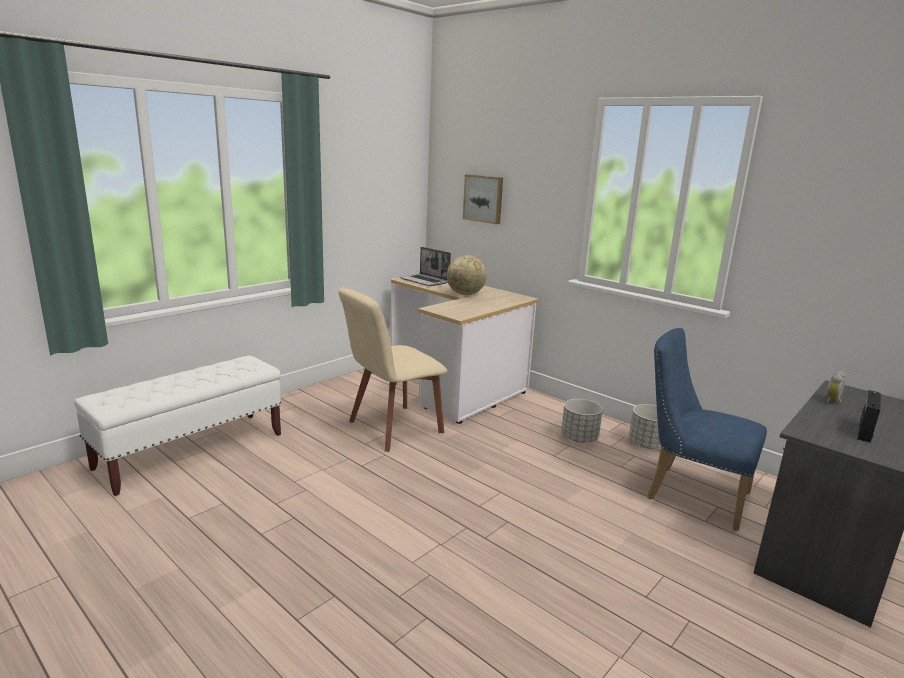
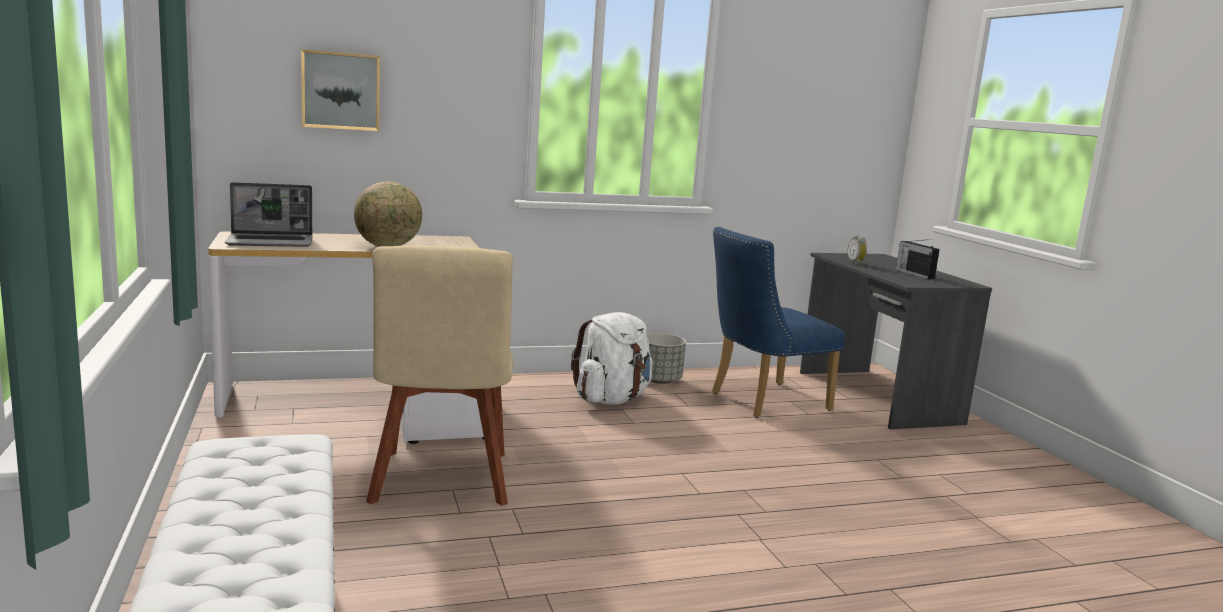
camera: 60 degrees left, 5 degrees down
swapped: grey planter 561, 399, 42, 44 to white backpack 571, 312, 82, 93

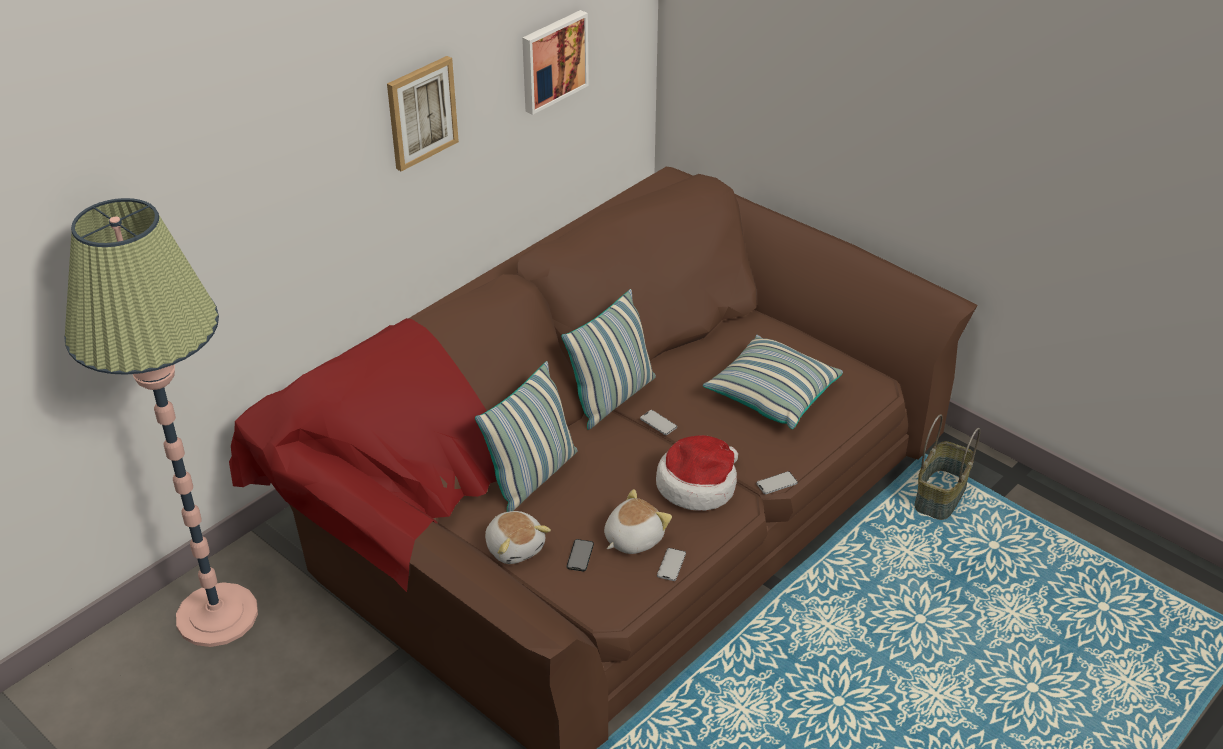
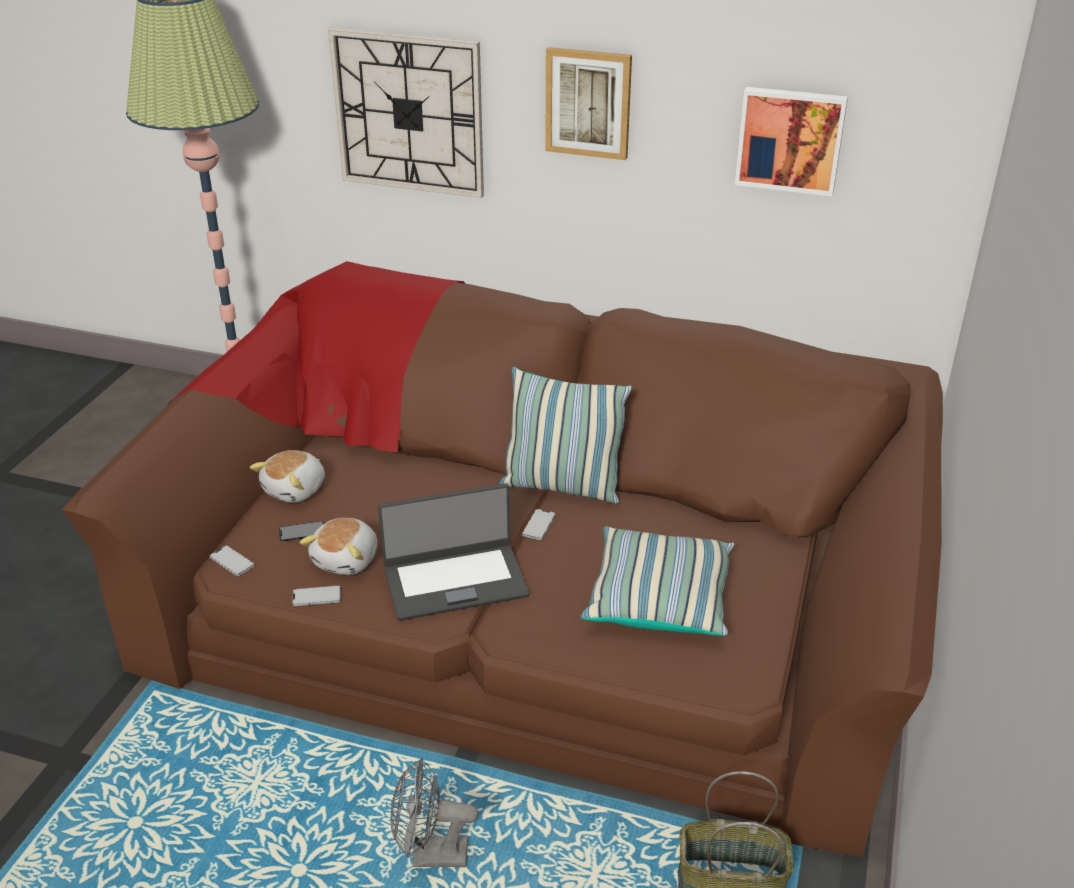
camera: 65 degrees right, 5 degrees down
gone: pillow 475, 361, 103, 151
new: wall clock 328, 28, 156, 170; grey fan 390, 758, 89, 109
shifted: phone 756, 471, 42, 23 to 210, 546, 45, 30
swapped: hat 656, 435, 82, 76 to laptop 378, 483, 151, 138
rotated: plush toy 604, 489, 68, 65 = 300, 518, 77, 57 90 degrees clockwise

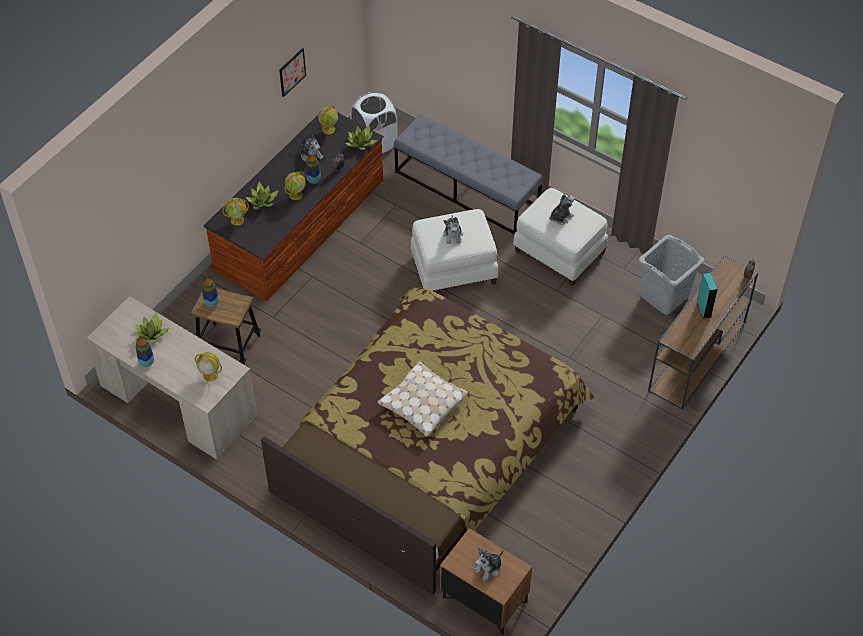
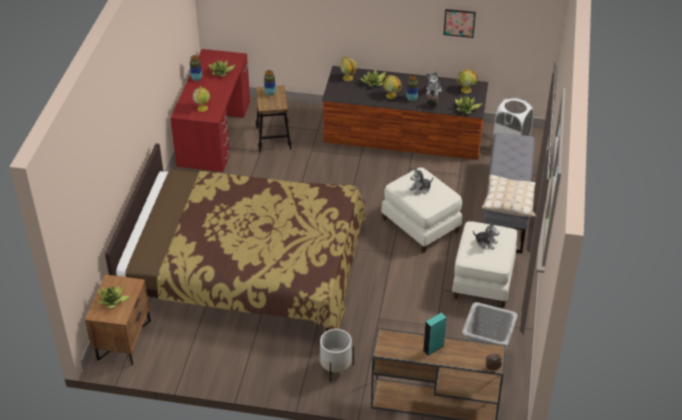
camera: 65 degrees right, 10 degrees down
new: white planter 320, 329, 34, 53
shifted: beige pillow 378, 361, 90, 76 to 482, 175, 54, 42
swapped: plush toy 474, 547, 29, 34 to potted plant 97, 286, 33, 23
repainted: beige desk 86, 296, 172, 164 to red desk 170, 49, 80, 123

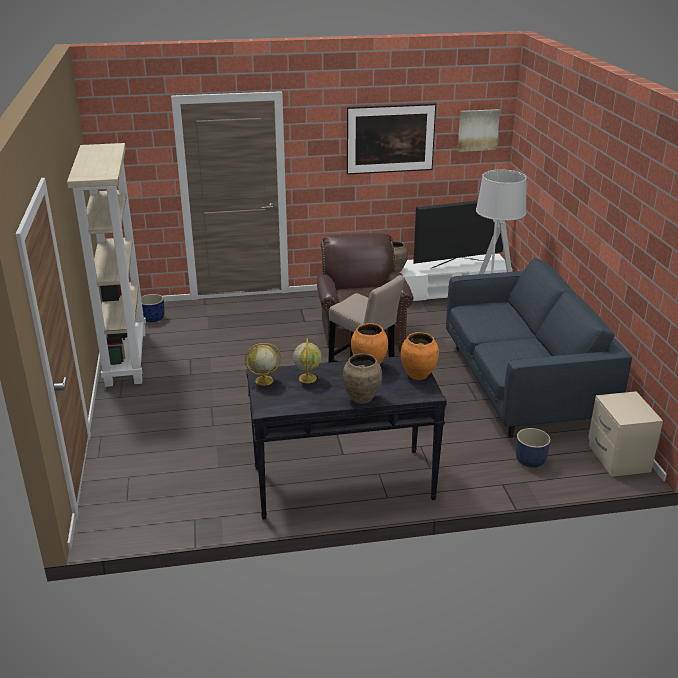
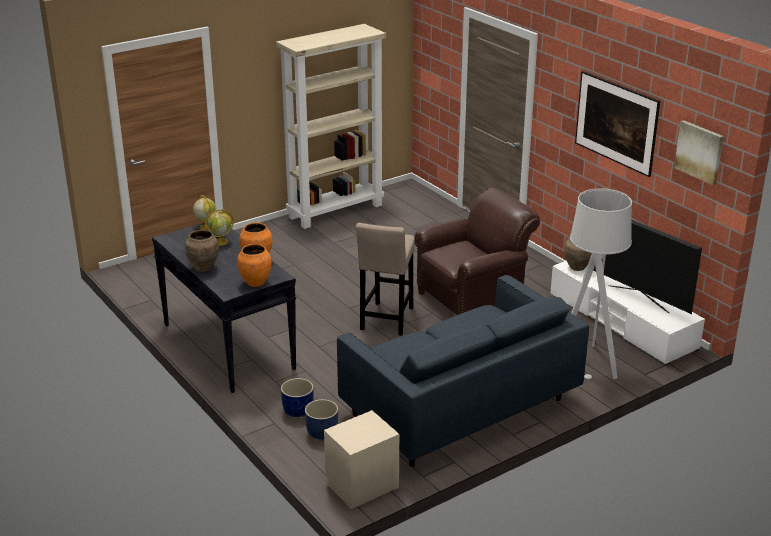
camera: 65 degrees right, 0 degrees up
shifted: blue planter 141, 294, 23, 28 to 281, 378, 33, 39

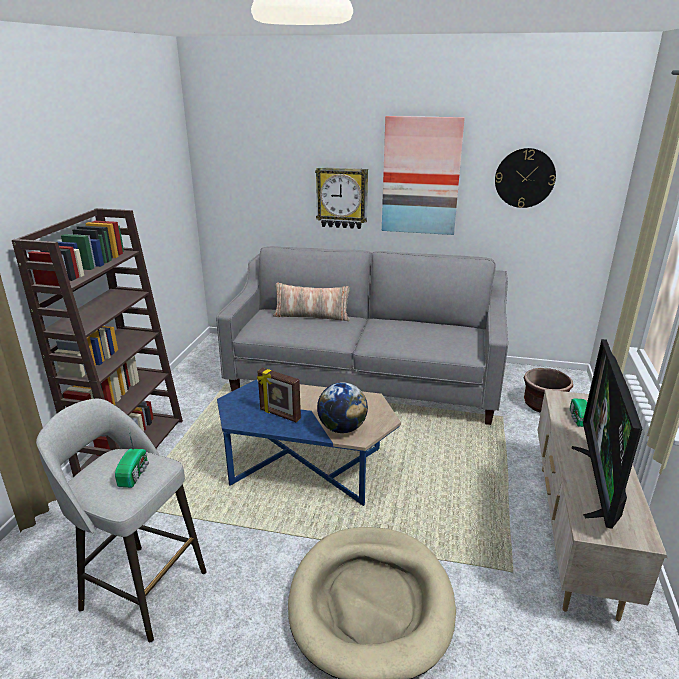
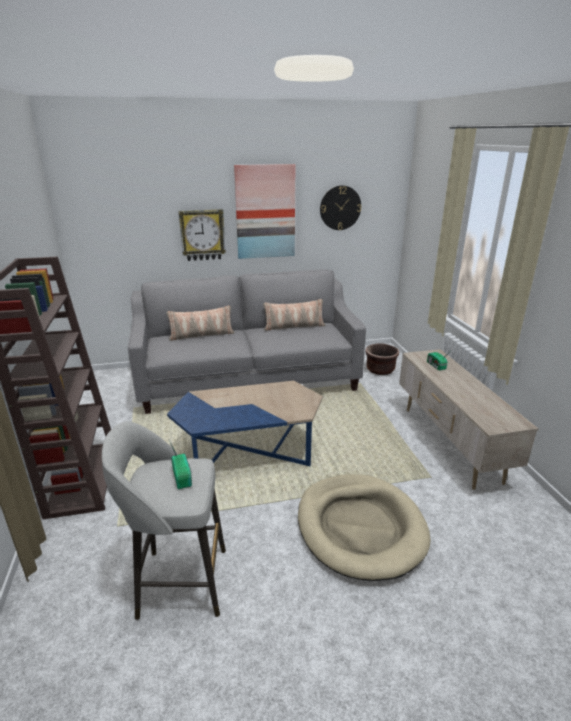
camera: 25 degrees left, 0 degrees up
gone: picture frame 257, 368, 44, 54; globe 317, 382, 51, 51; television 572, 339, 70, 190
new: pillow 263, 299, 62, 32

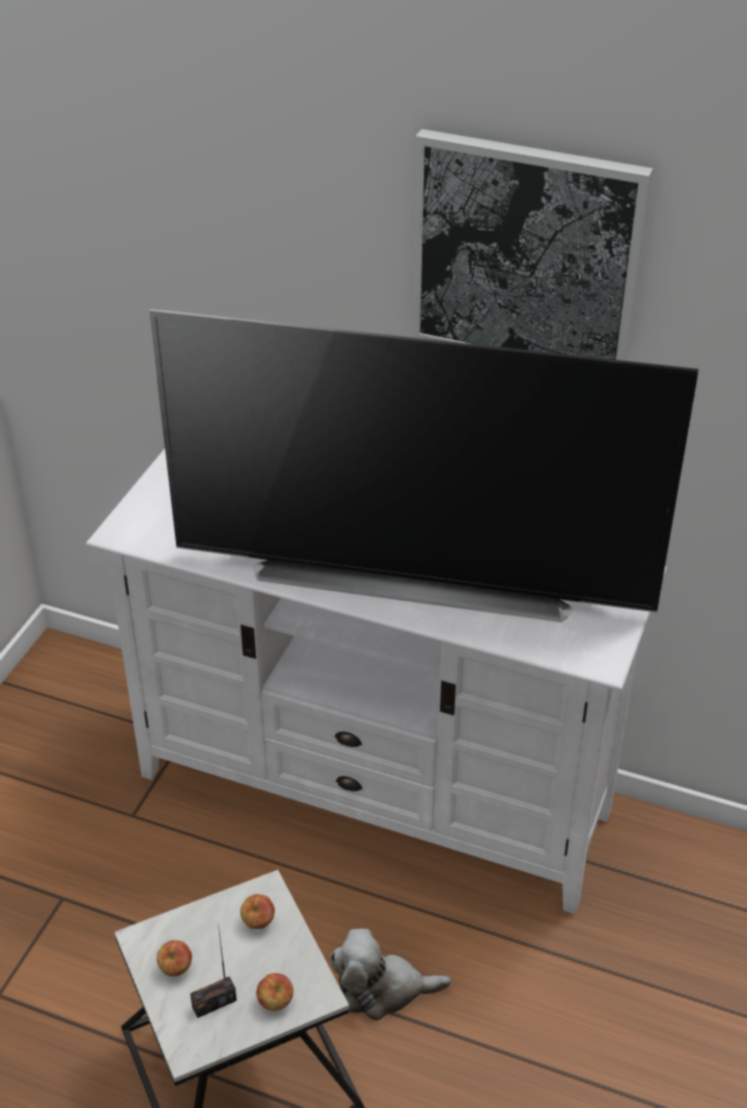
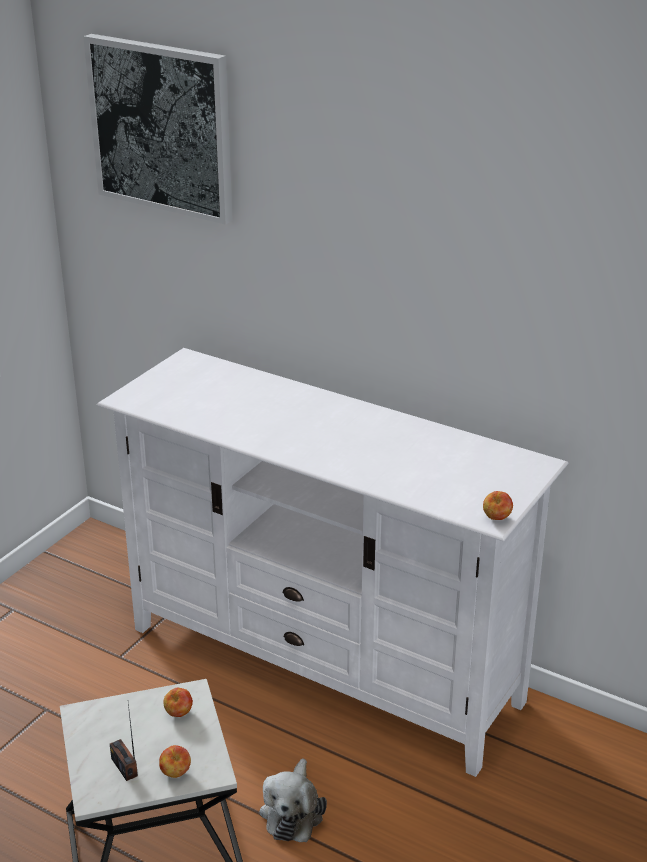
camera: 10 degrees right, 10 degrees down
gone: television 149, 309, 550, 313
shifted: apple 157, 940, 35, 36 to 483, 491, 30, 29; picture 412, 129, 241, 232 to 83, 34, 150, 191
rotated: radio 190, 925, 47, 93 = 110, 704, 28, 77 75 degrees clockwise; plush toy 330, 929, 121, 92 = 260, 758, 67, 84 90 degrees counterclockwise

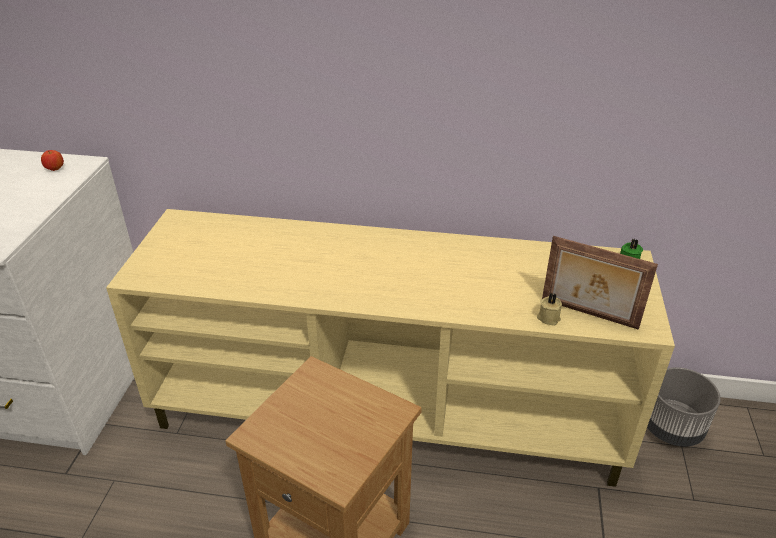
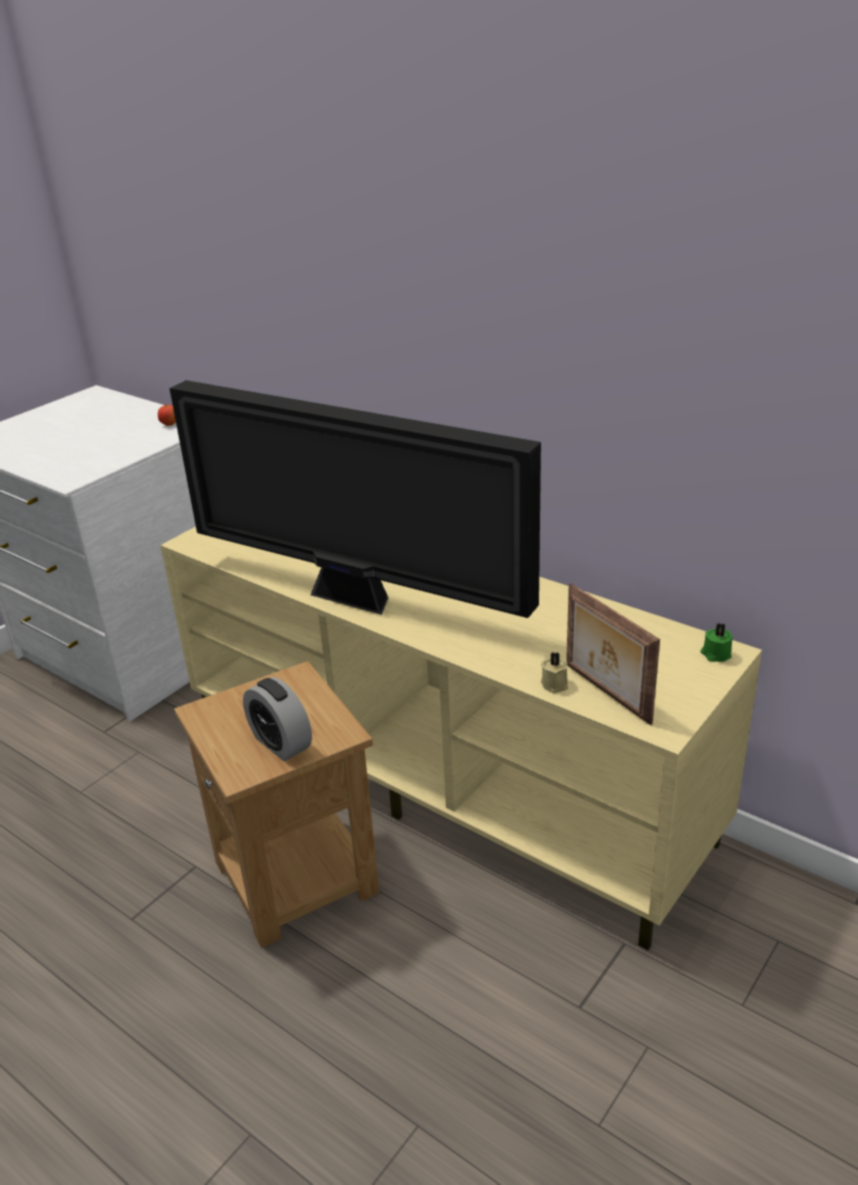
camera: 30 degrees right, 5 degrees down
gone: grey planter 647, 367, 74, 80
new: television 169, 380, 372, 238; alarm clock 243, 677, 69, 84

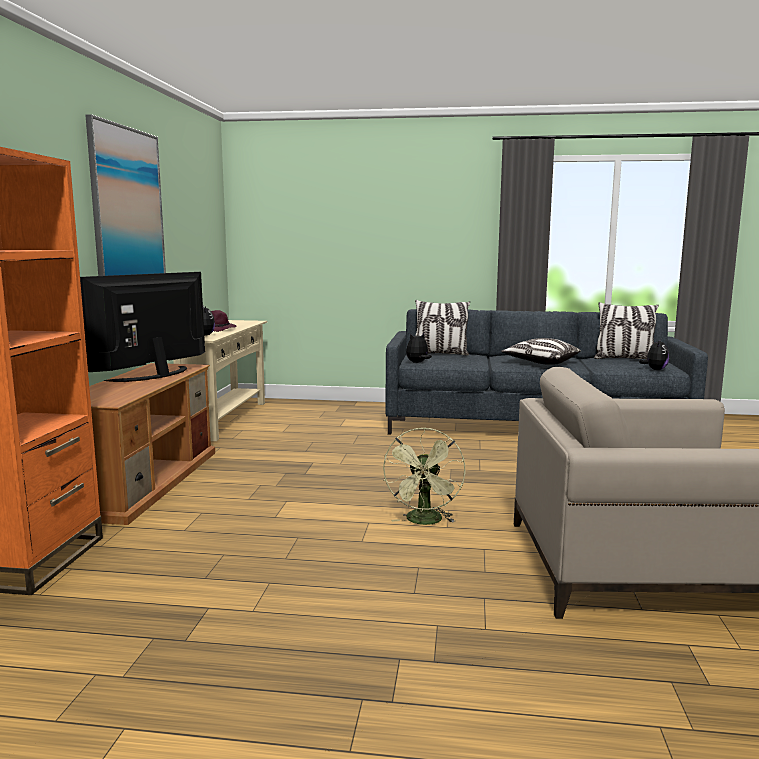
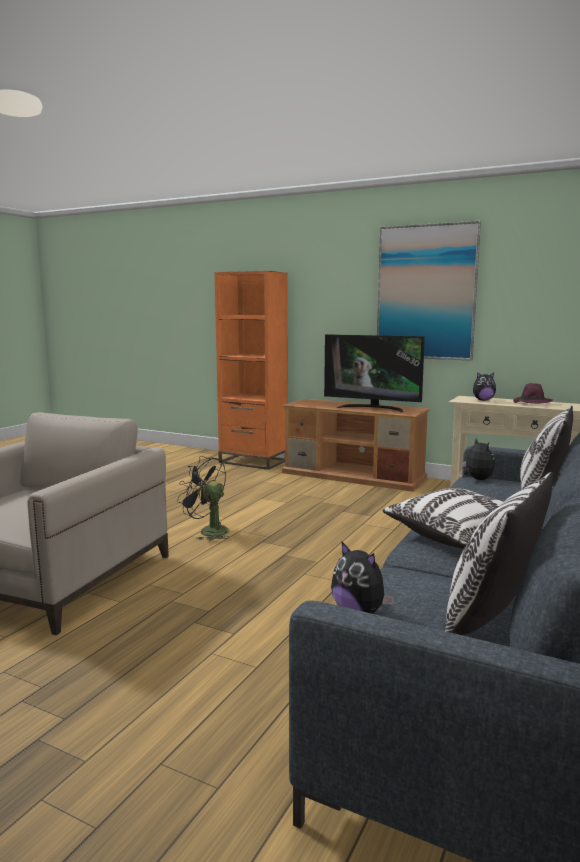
camera: 110 degrees right, 0 degrees up
repainted: green fan 383, 427, 82, 98 to black fan 177, 456, 53, 85
rotated: television 80, 272, 125, 110 = 324, 334, 101, 78 150 degrees clockwise

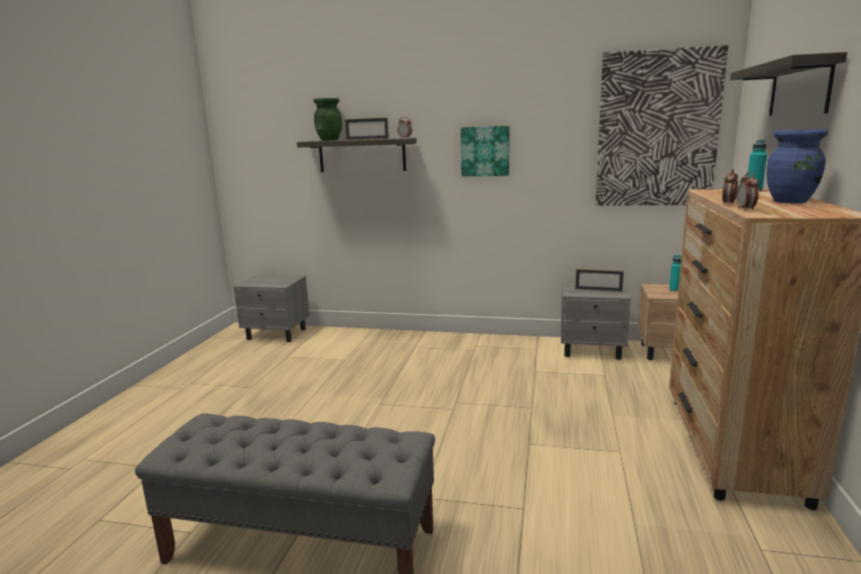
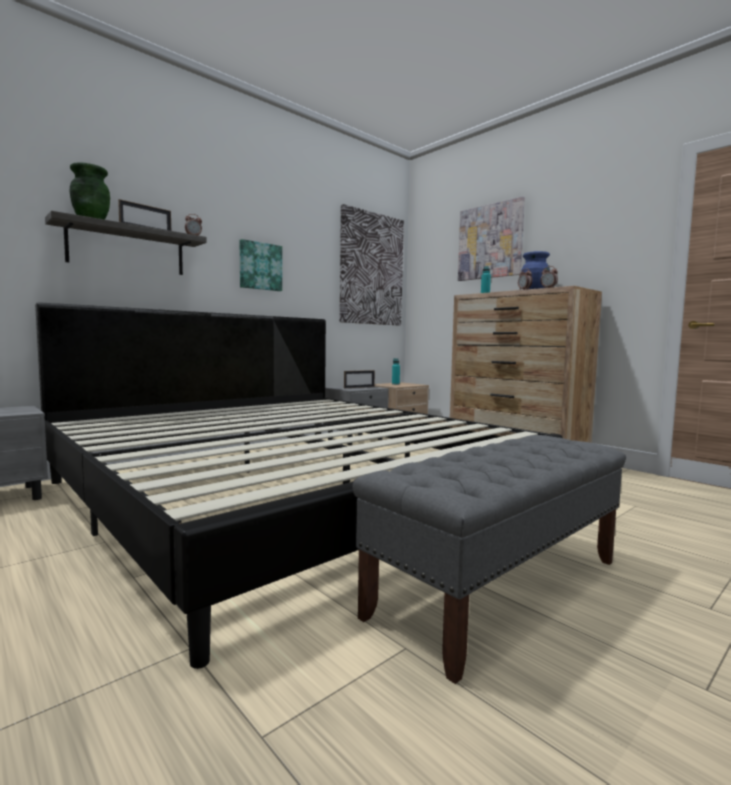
camera: 55 degrees left, 10 degrees down
new: bed 35, 302, 528, 367
swapped: shelf 730, 52, 117, 64 to picture 458, 196, 67, 85

